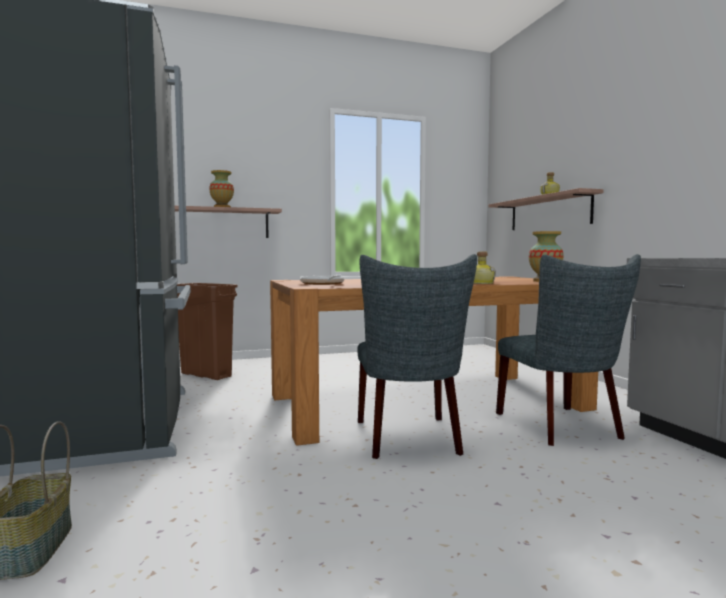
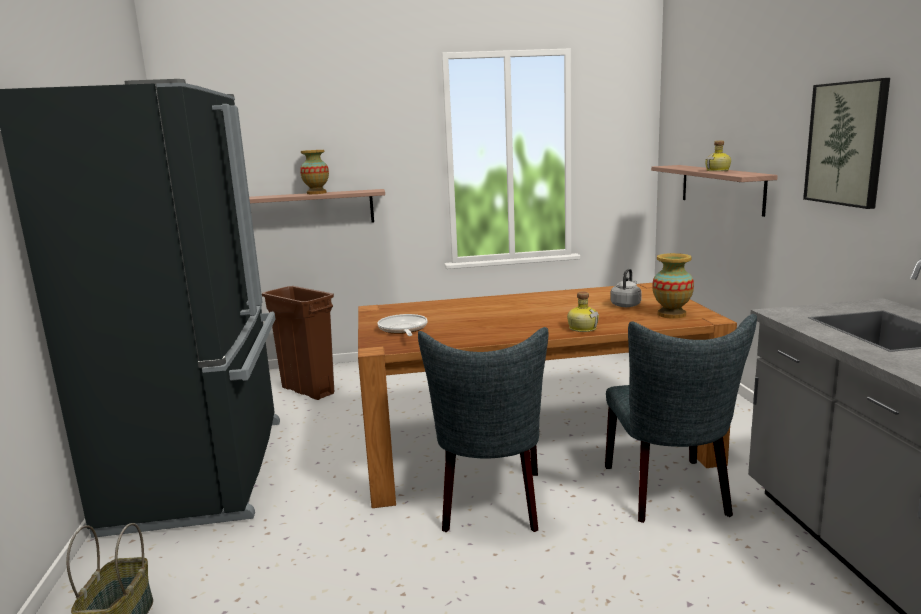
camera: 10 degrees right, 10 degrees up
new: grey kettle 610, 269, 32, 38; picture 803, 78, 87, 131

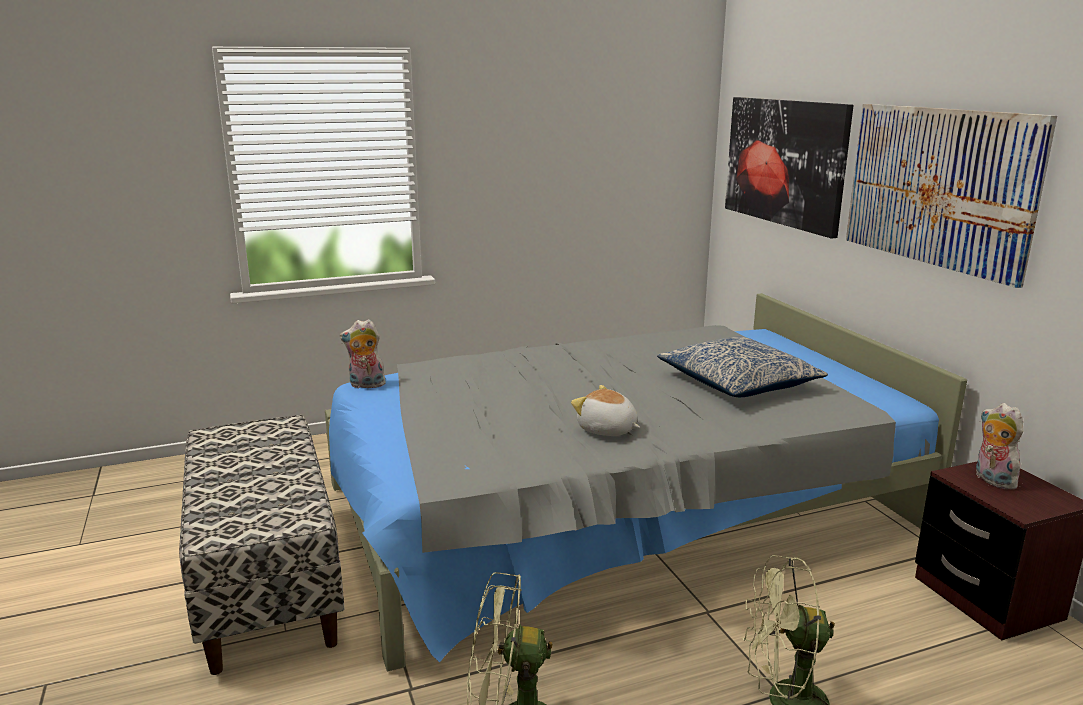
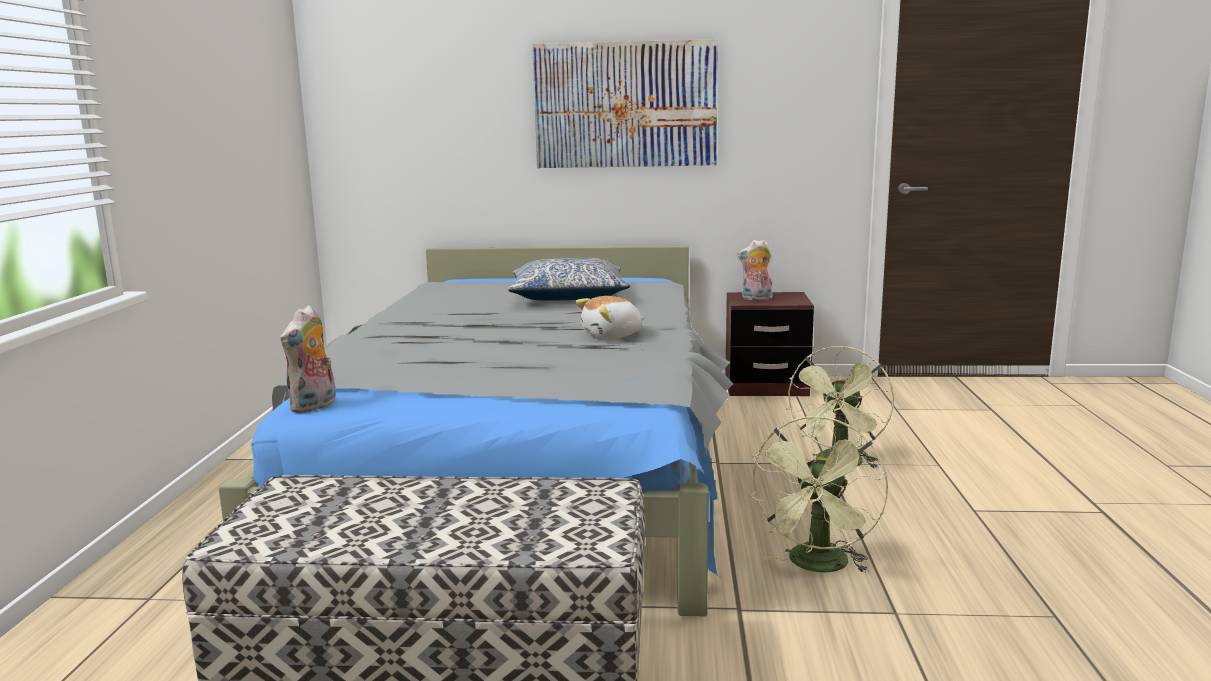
camera: 65 degrees left, 5 degrees down
gone: picture 725, 97, 129, 142

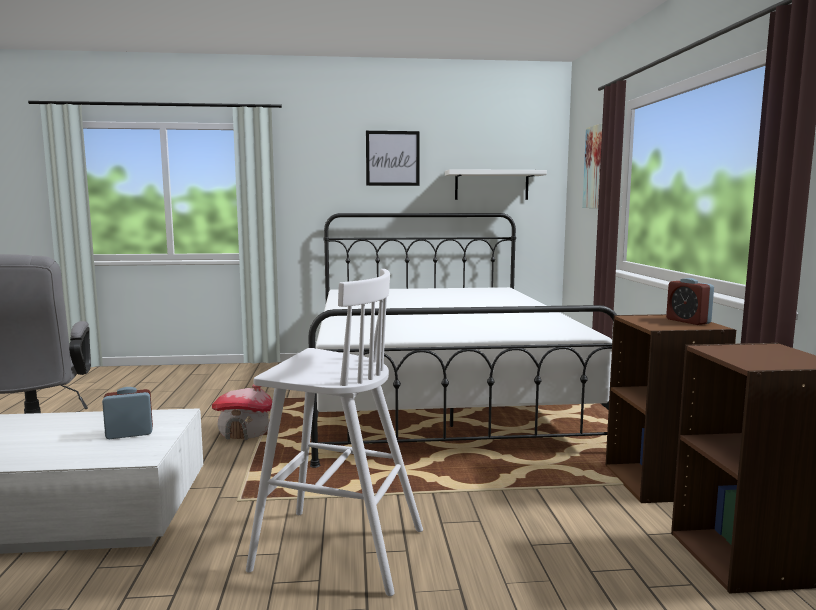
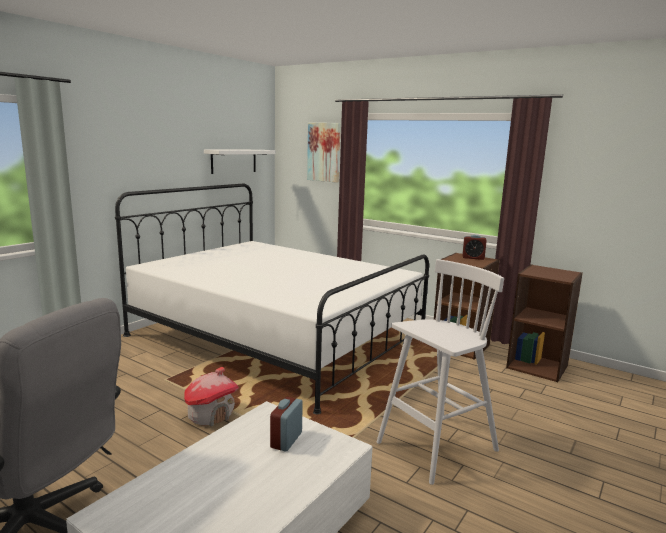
camera: 50 degrees left, 5 degrees up
gone: picture 366, 131, 54, 55

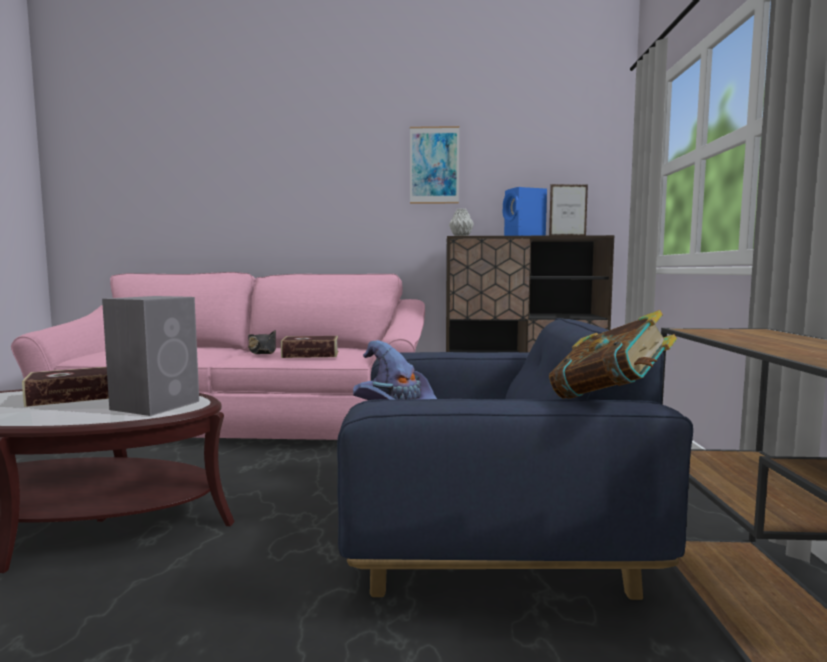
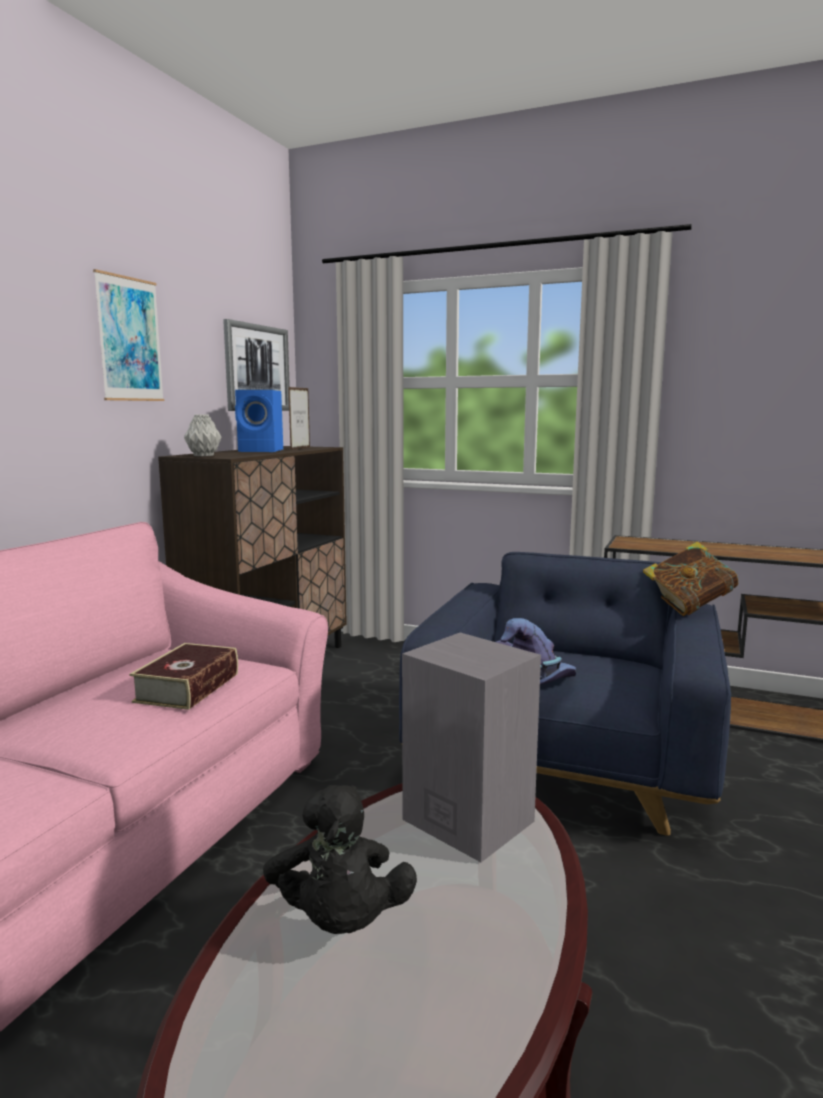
camera: 70 degrees left, 5 degrees up
gone: black hat 248, 330, 28, 24
new: picture 223, 319, 67, 92
swapped: book 22, 367, 87, 40 to black plush toy 263, 785, 154, 149

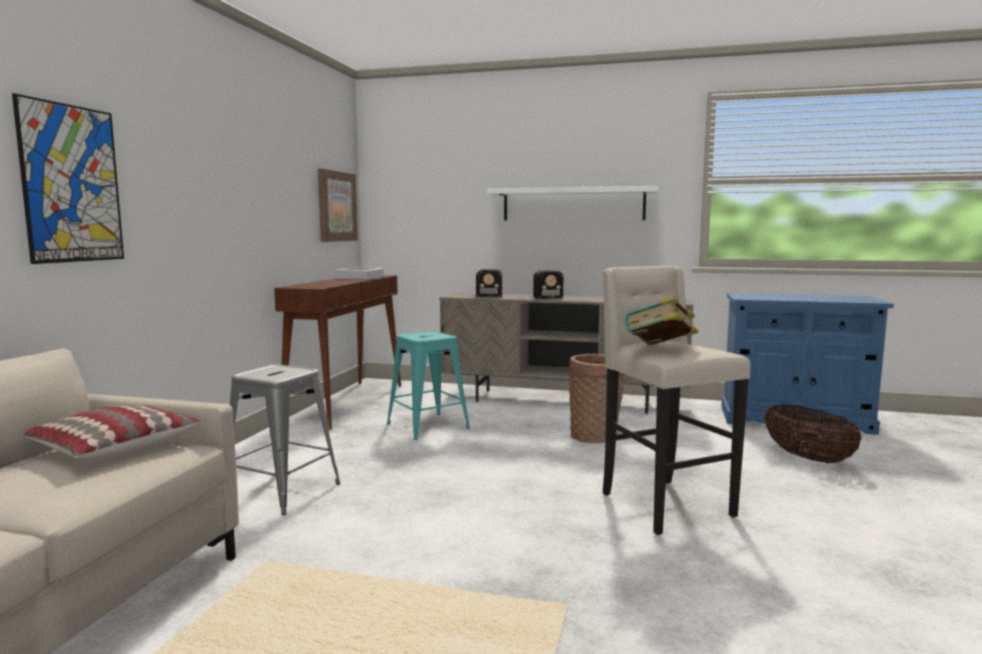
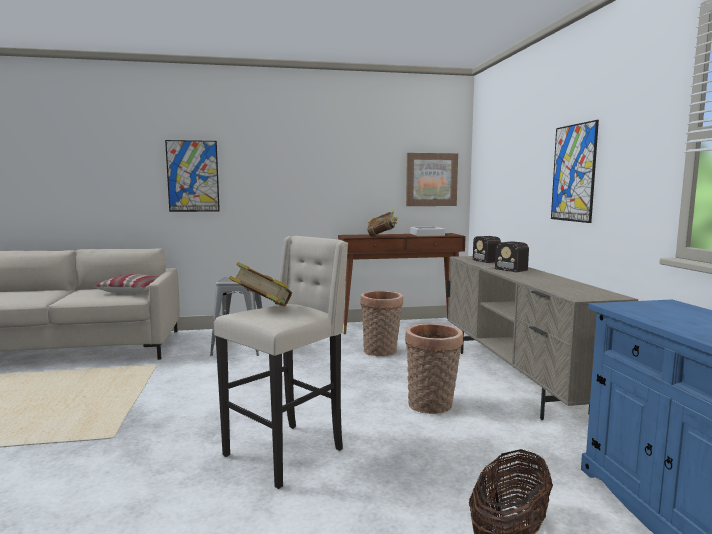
camera: 65 degrees right, 0 degrees up
new: book 367, 210, 30, 27
swapped: turquoise stool 387, 331, 83, 109 to basket 360, 291, 43, 65; white shelf 487, 186, 172, 35 to picture 551, 120, 48, 103

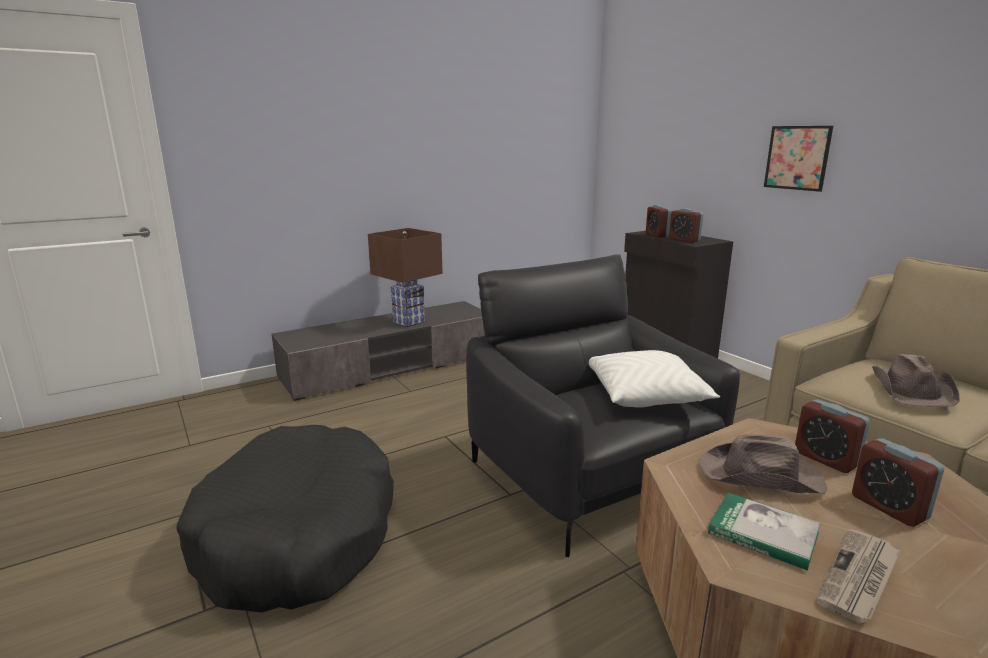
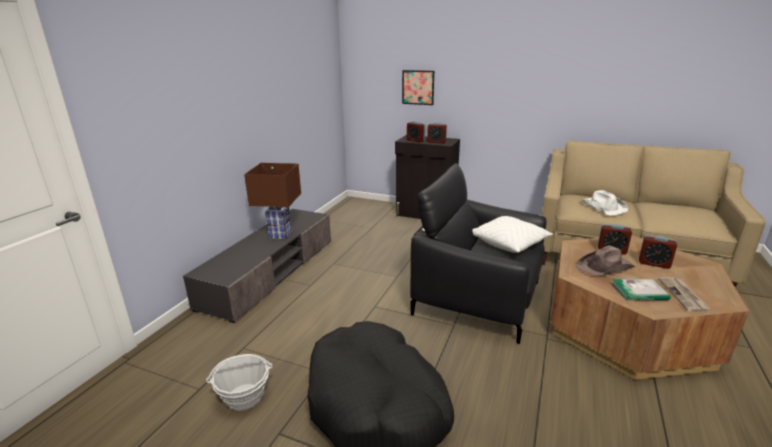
camera: 35 degrees left, 5 degrees up
new: basket 206, 354, 67, 57
shifted: picture 764, 126, 69, 66 to 402, 70, 32, 35
repainted: brown hat 872, 354, 88, 53 to white hat 582, 190, 46, 26

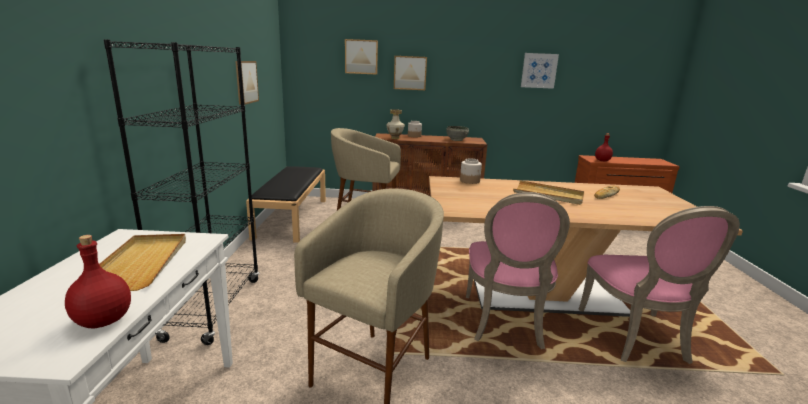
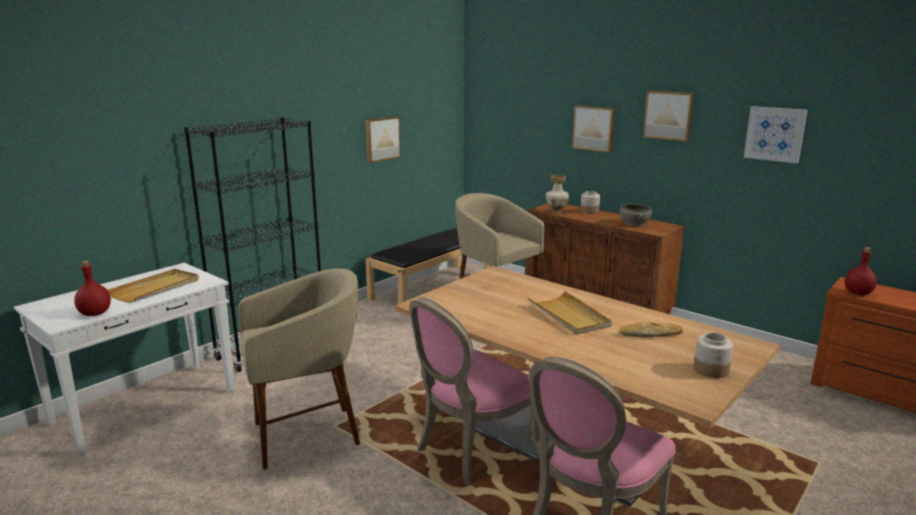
camera: 40 degrees right, 0 degrees up
shifted: picture 345, 39, 33, 36 to 643, 91, 51, 50; jar 460, 158, 22, 26 to 694, 332, 39, 46

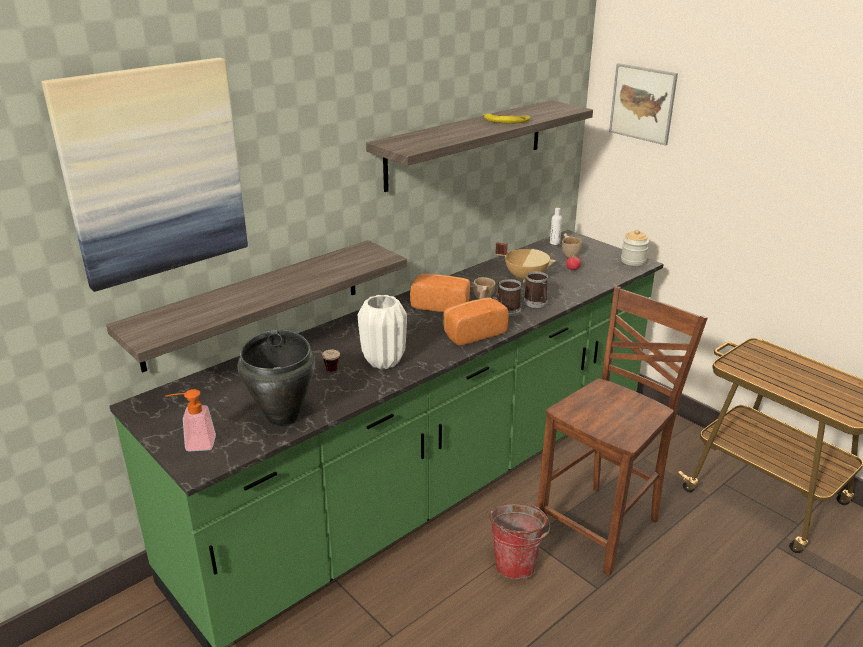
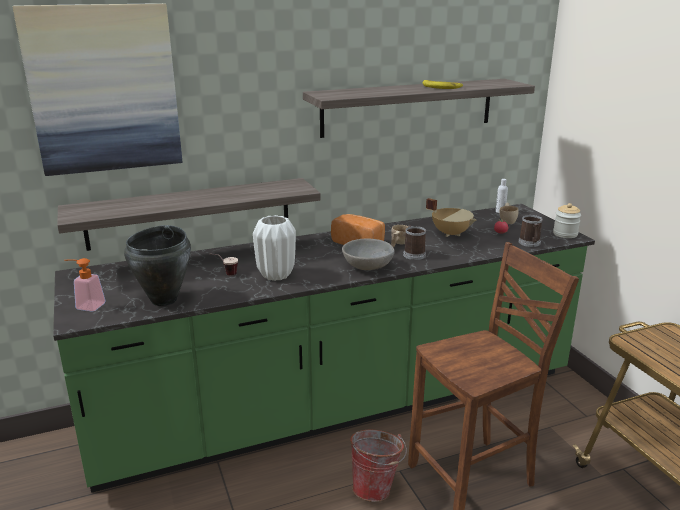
camera: 20 degrees right, 5 degrees down
gone: picture 609, 63, 69, 82
shifted: mug 523, 271, 25, 37 to 518, 215, 24, 32
swapped: bread 443, 298, 66, 48 to grey bowl 342, 239, 53, 31

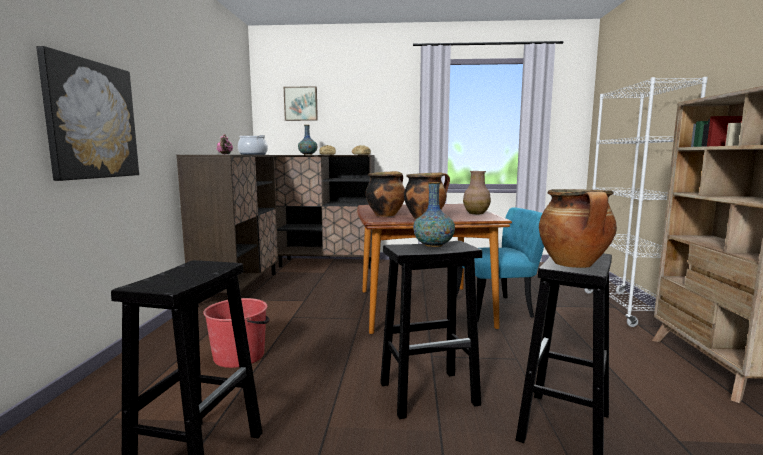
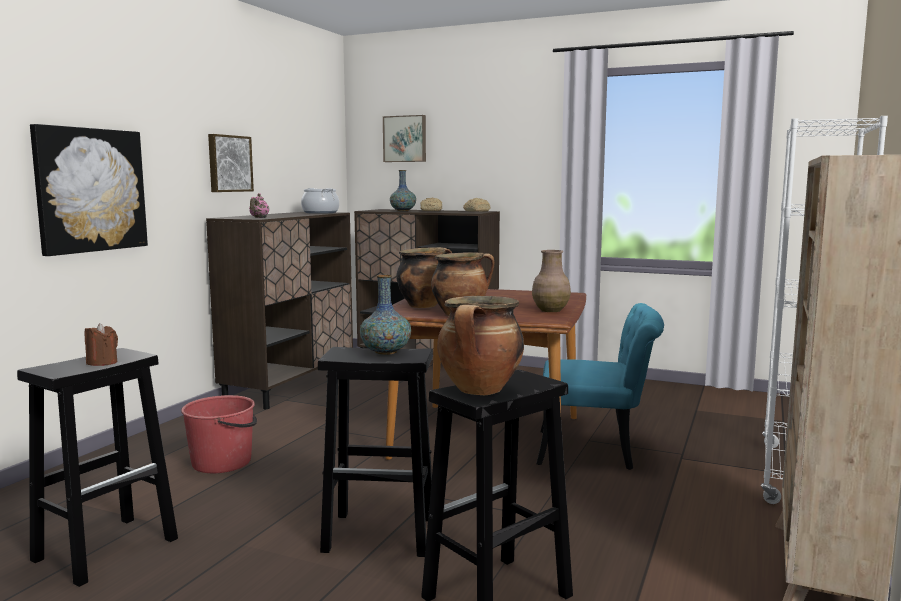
camera: 20 degrees right, 0 degrees up
new: brown candle 85, 323, 33, 43; picture 208, 134, 46, 58

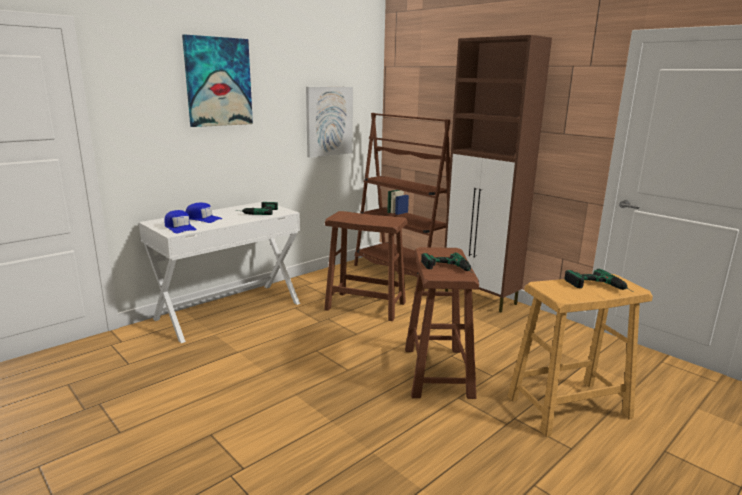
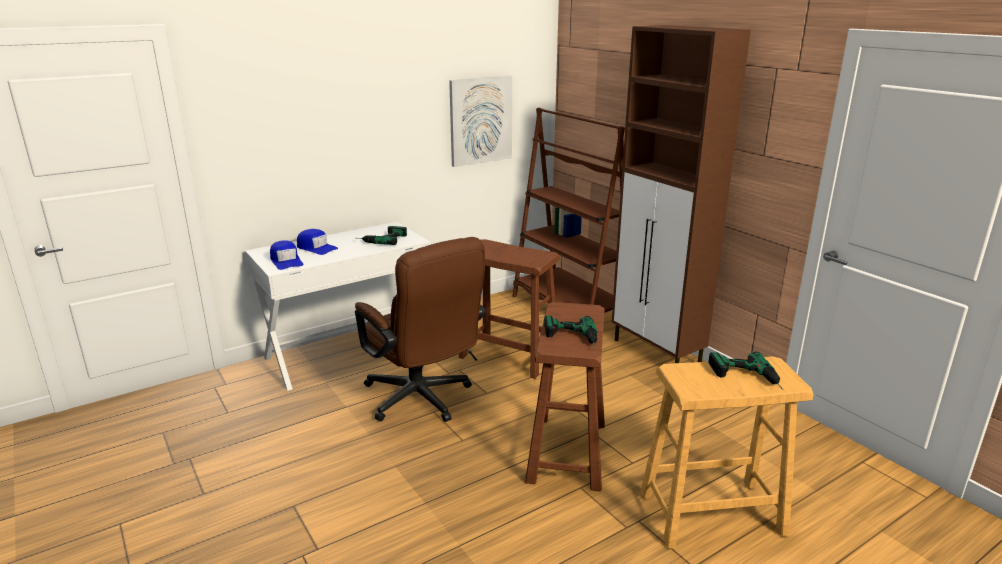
camera: 10 degrees right, 5 degrees up
gone: picture 182, 34, 71, 93
new: brown office chair 355, 237, 131, 185

